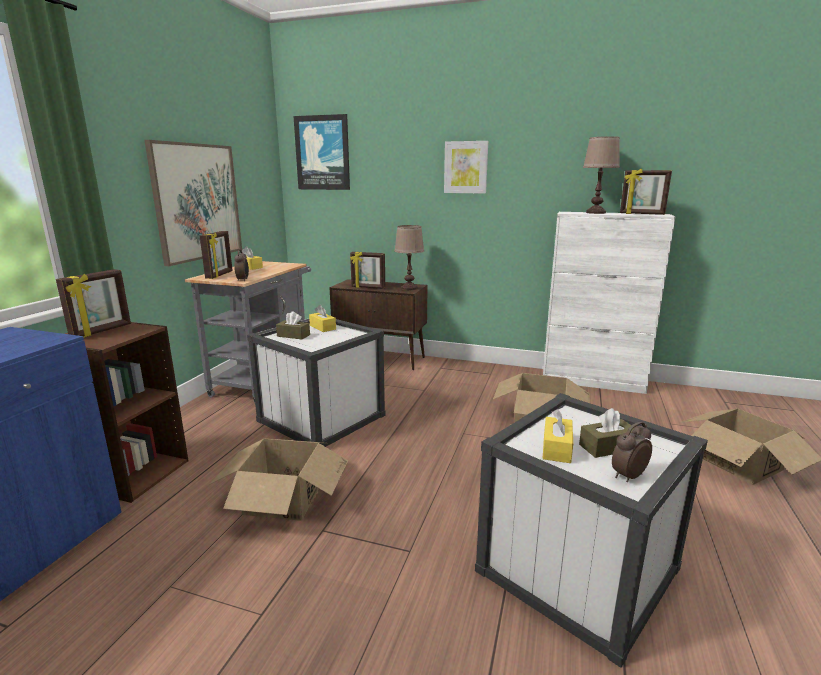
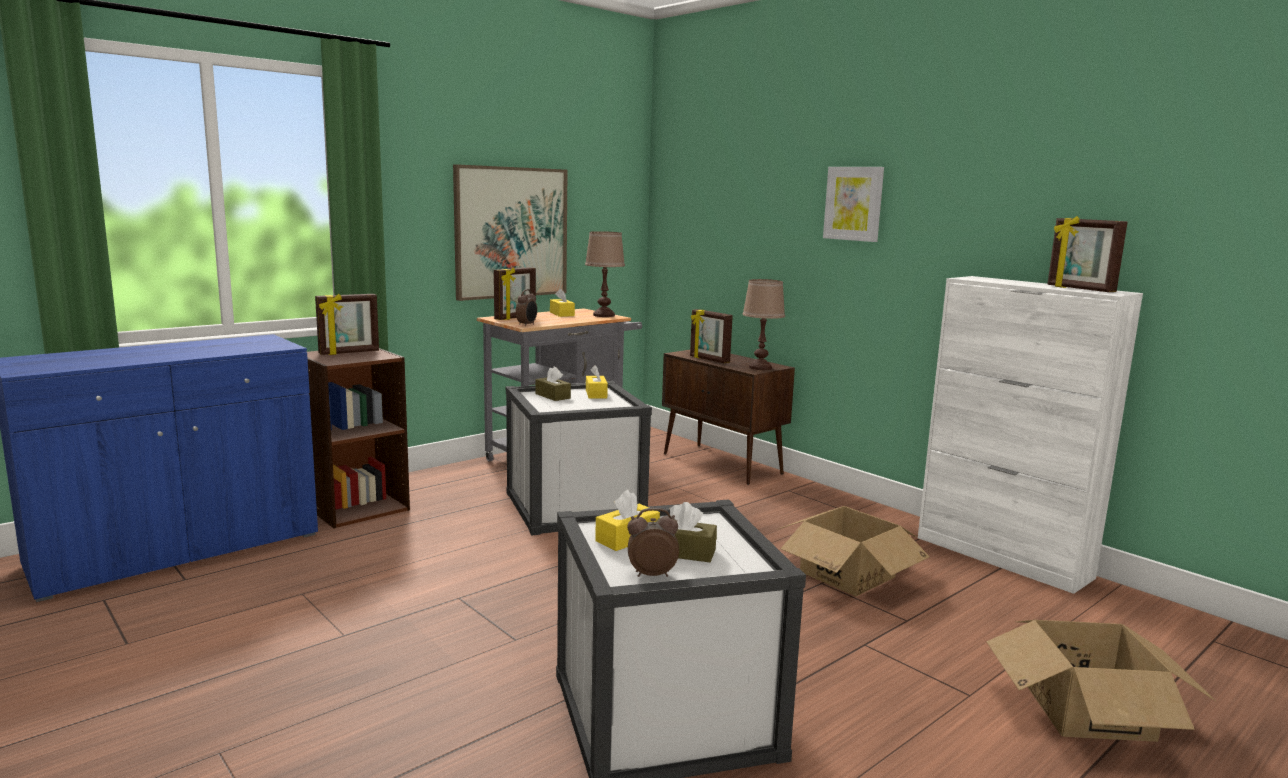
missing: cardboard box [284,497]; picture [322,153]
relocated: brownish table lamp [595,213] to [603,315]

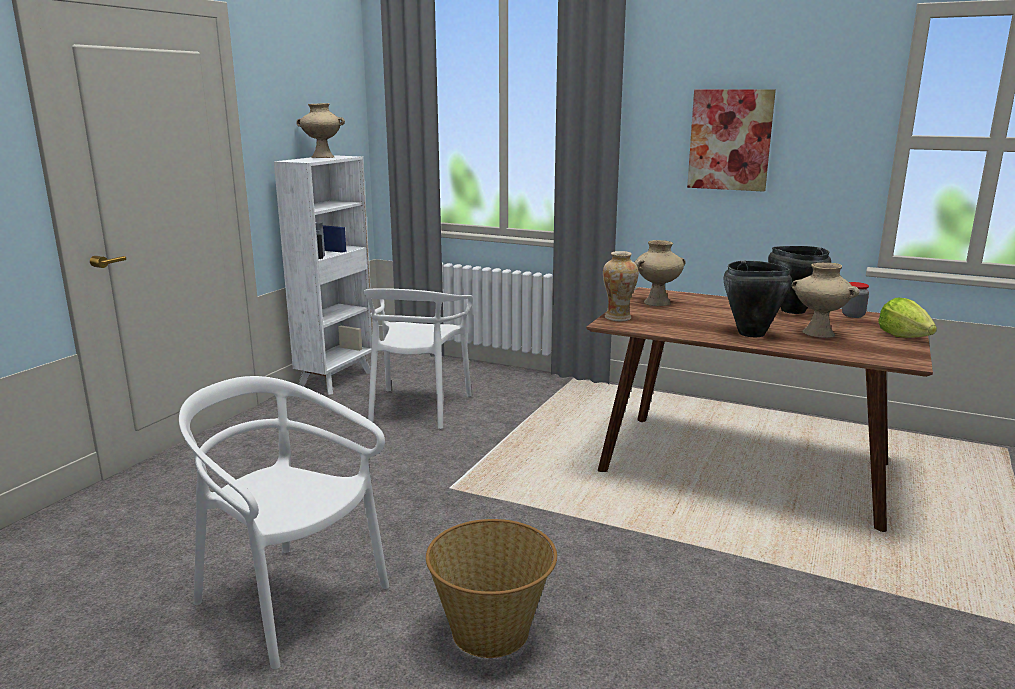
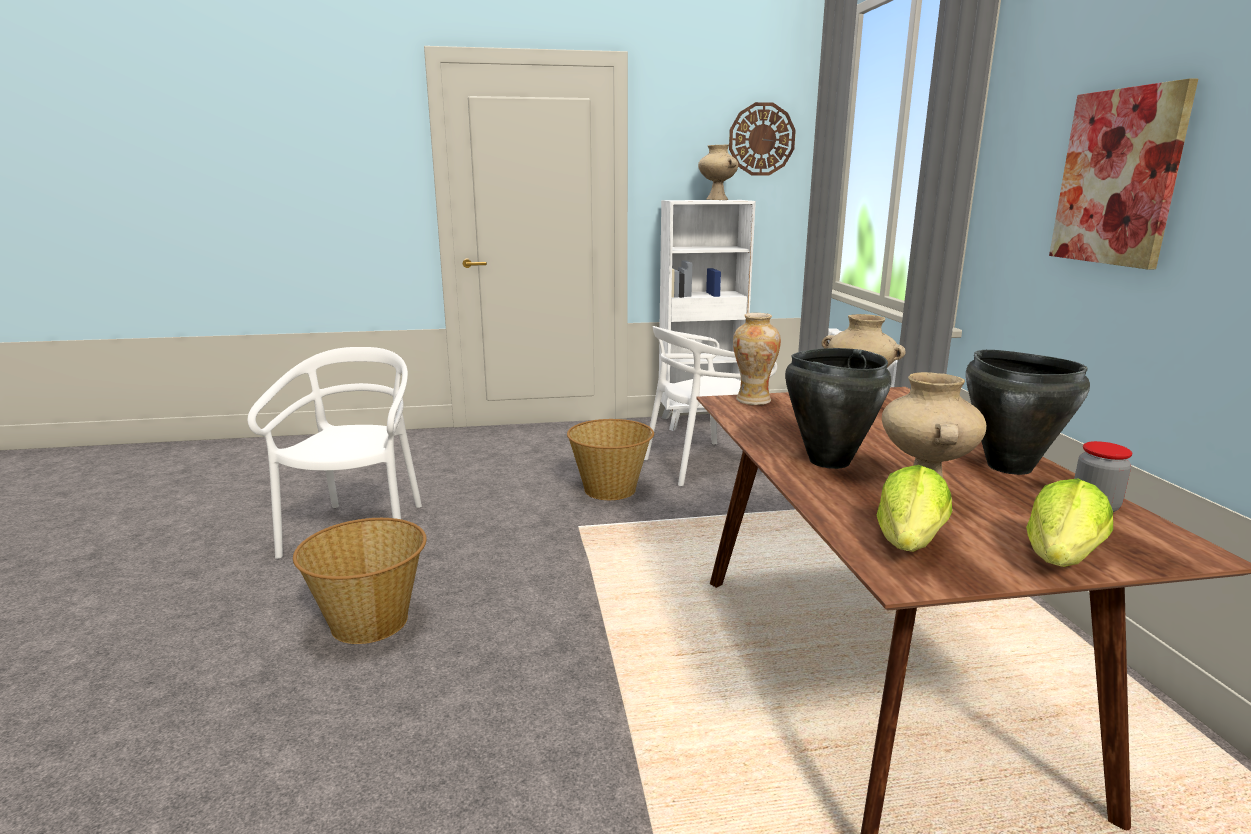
appeared: basket [611,489]; wall clock [761,139]; lettuce [909,543]

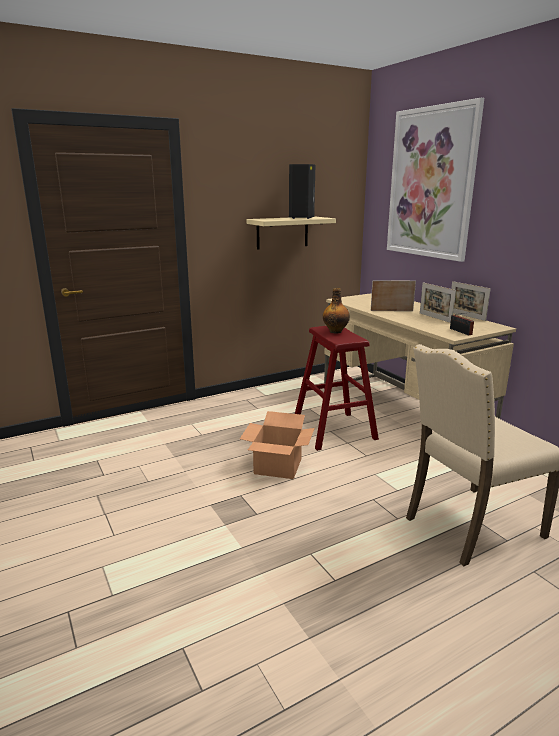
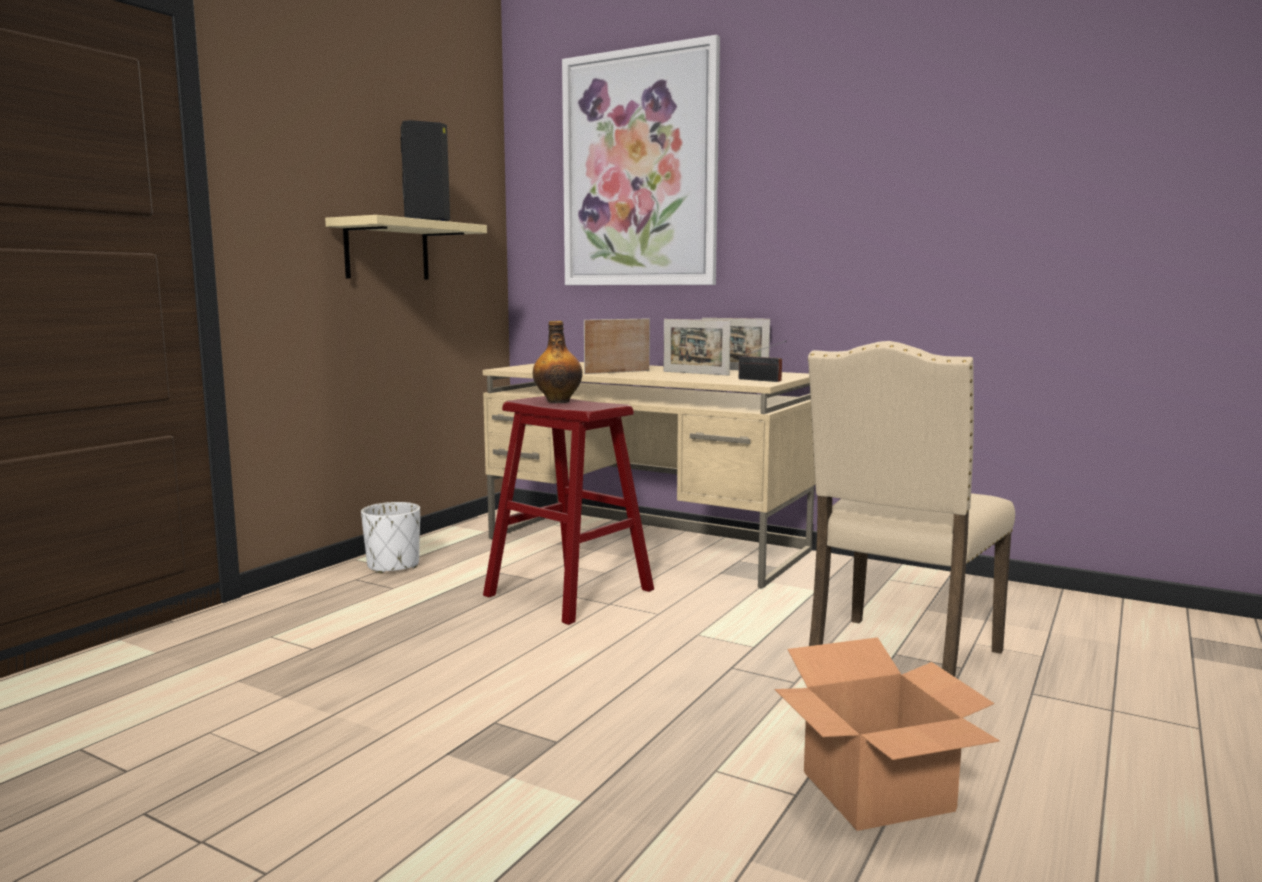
appeared: white-coloured flower pot [393,566]
relocated: cardboard box [278,466] to [878,790]

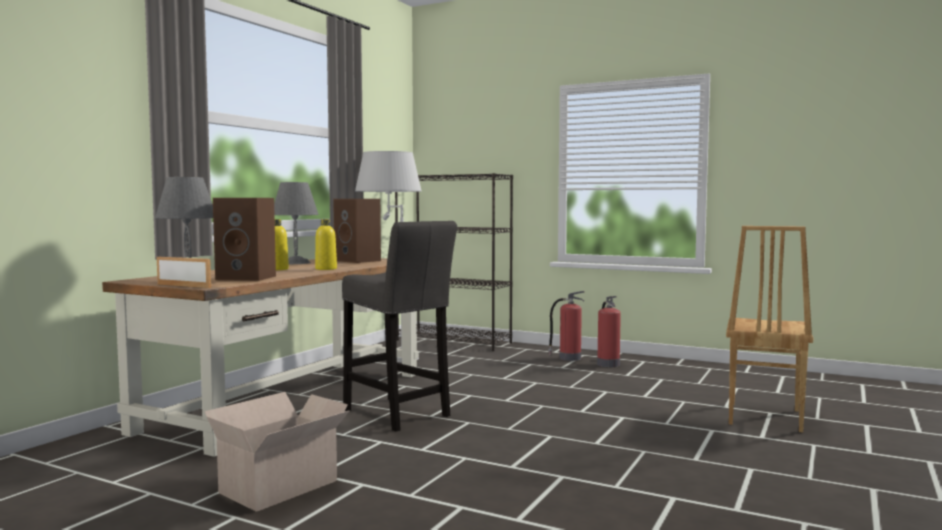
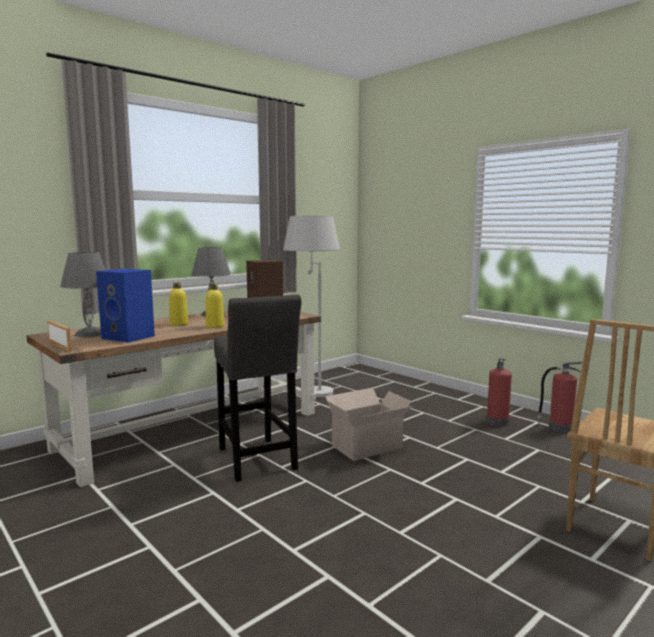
missing: black-coloured bookshelf [454,341]
relocated: cardboard box [282,486] to [369,446]; fire-fighting cylinder [568,358] to [559,428]
colour: brownish loudspeaker [248,278] to bluish loudspeaker [130,337]

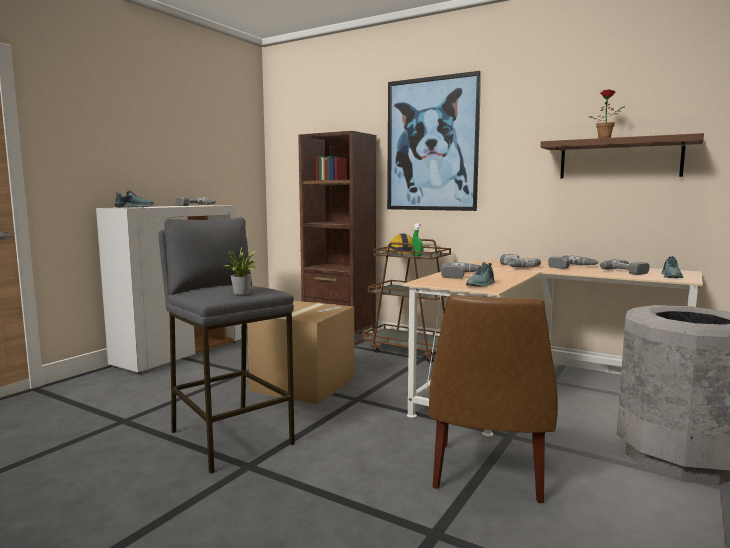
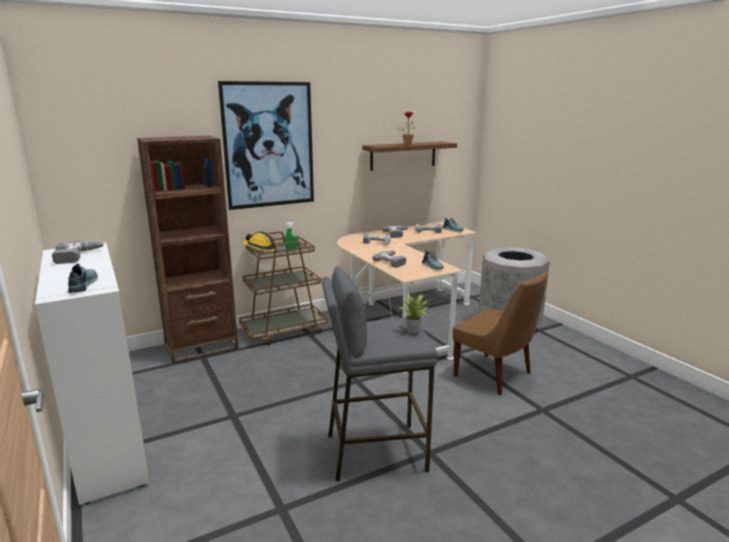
missing: cardboard box [303,384]

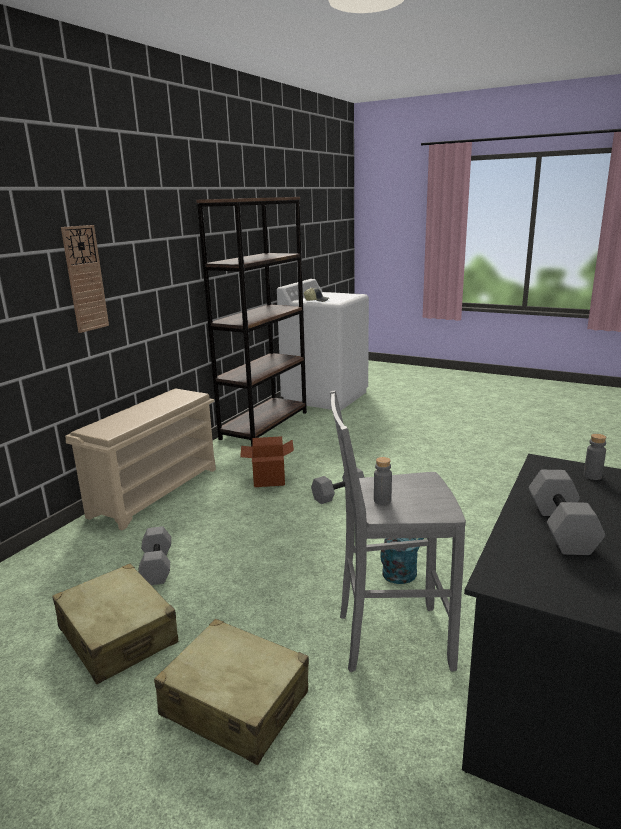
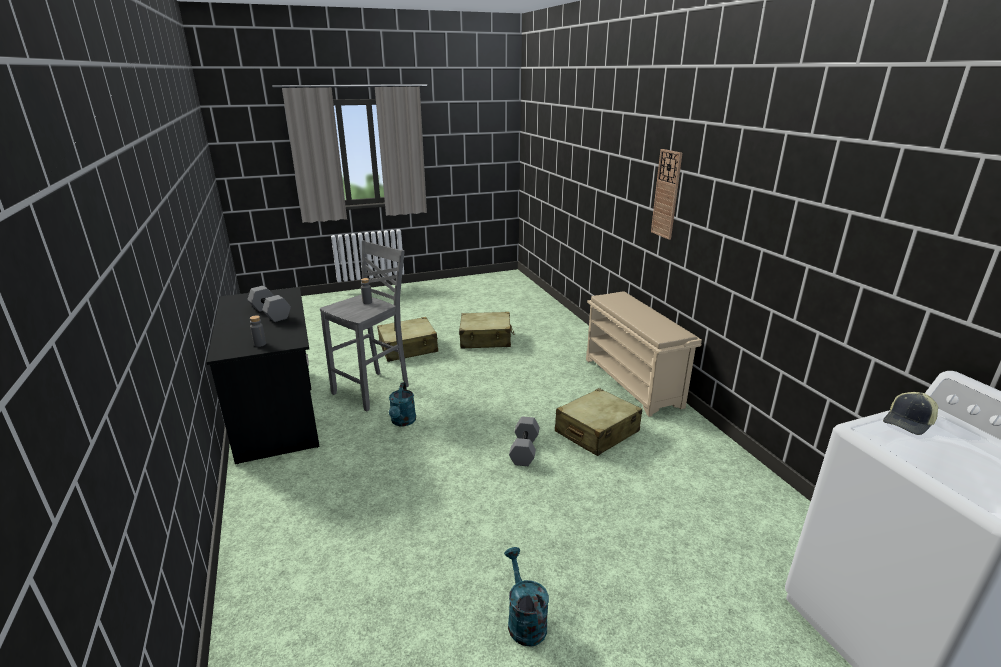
missing: gray hand weight [156,566]; brownish bookshelf [265,425]
appeared: turquoise watering pot [524,619]
exchanged: cardboard box [269,479] to sand-coloured travel case [596,432]

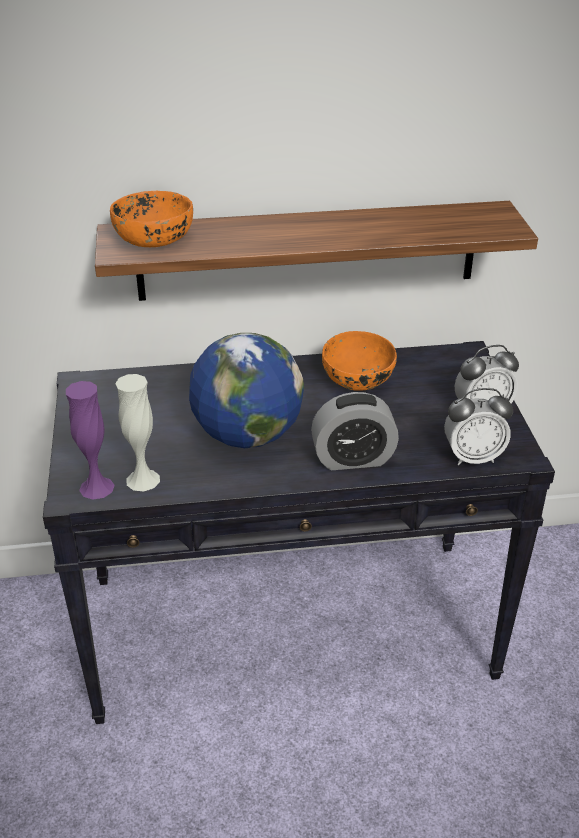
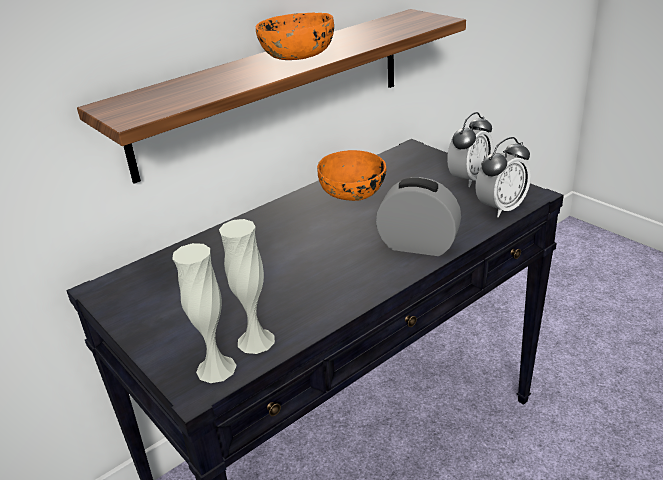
missing: world globe [247,436]
relocated: orangey serving bowl [154,238] to [297,55]
colour: purple-coloured decorative vase [97,487] to white-coloured decorative vase [216,368]
spun: table clock [353,459] = [418,245] 120 degrees counterclockwise

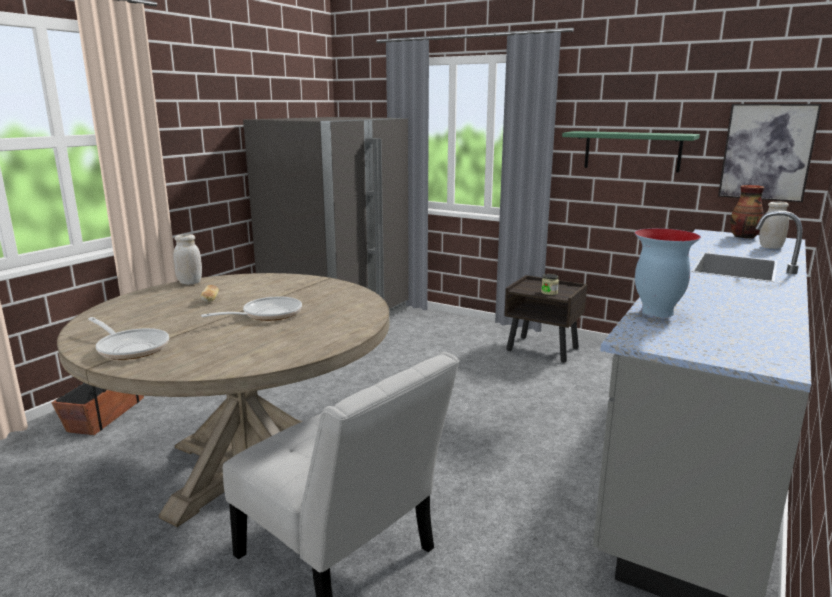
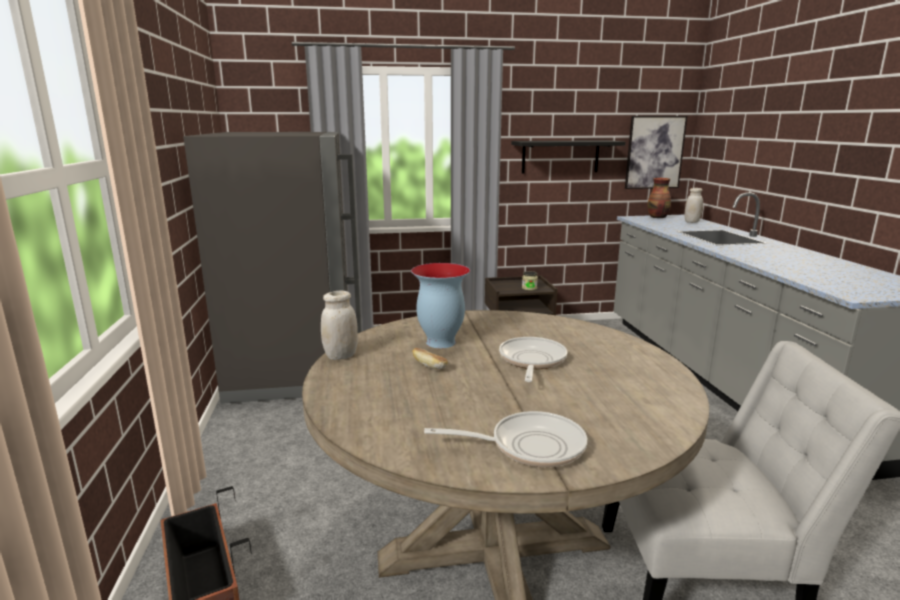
relocated: decorative vase [656,312] to [440,343]
colour: green shelf [632,151] to black-coloured shelf [560,156]

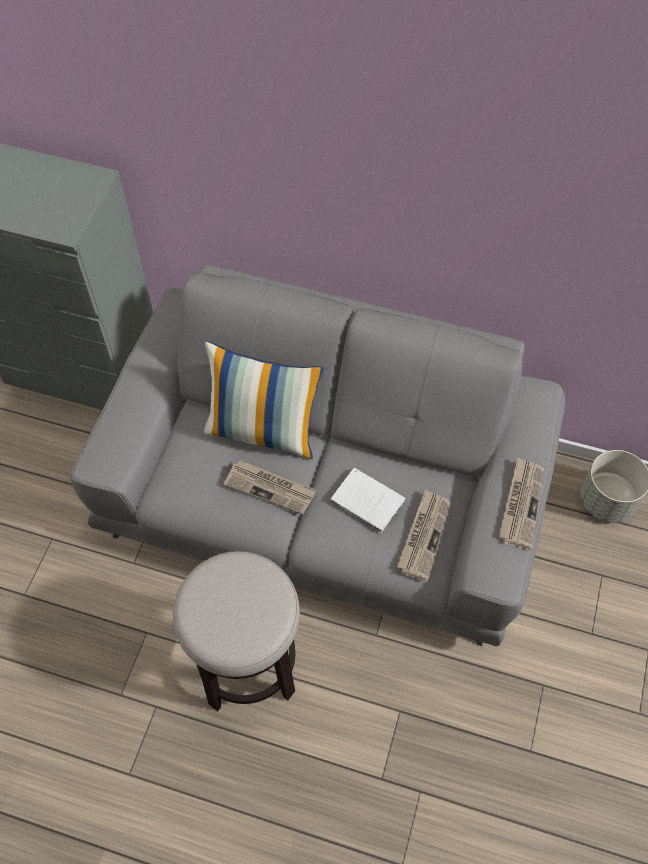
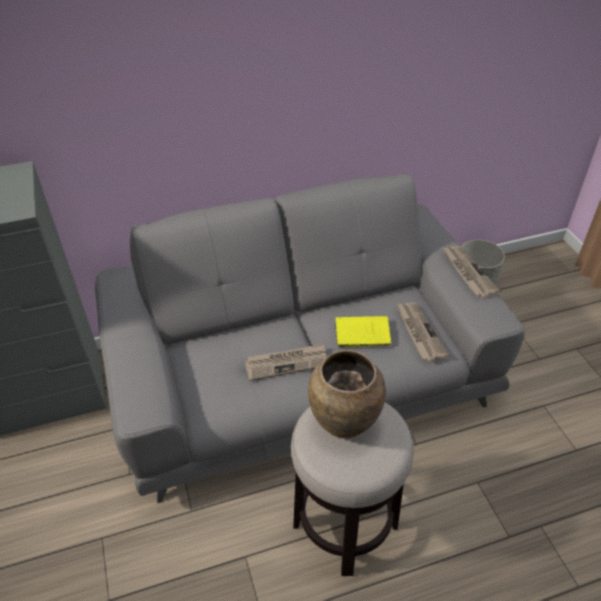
missing: cushion [263,430]
appeared: brownish decorative vase [343,423]
colour: white-coloured book [365,500] to yellow-coloured book [360,333]

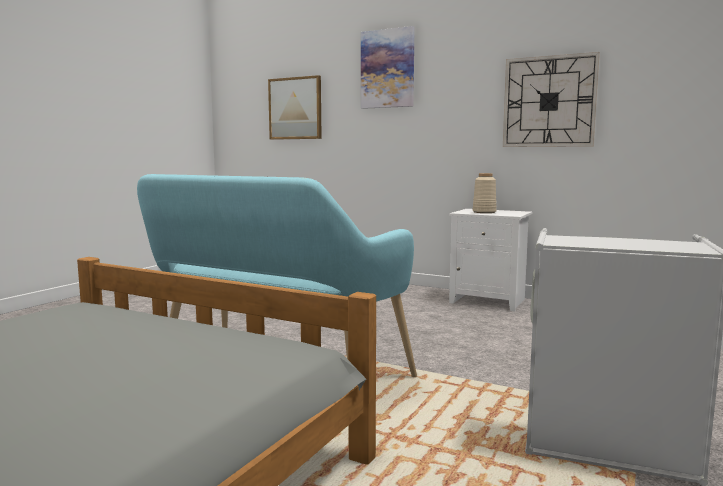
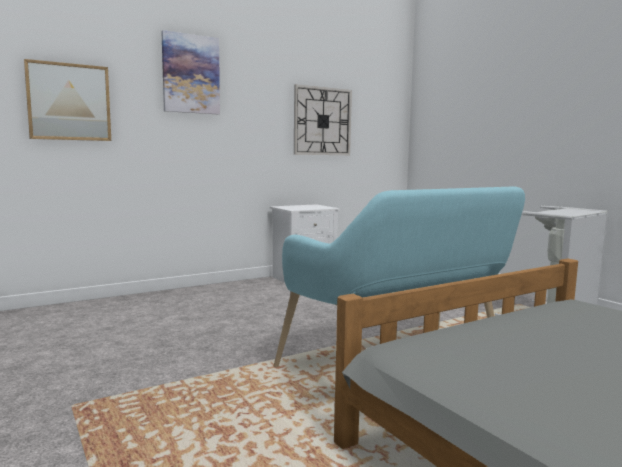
missing: sand-coloured decorative vase [484,212]

